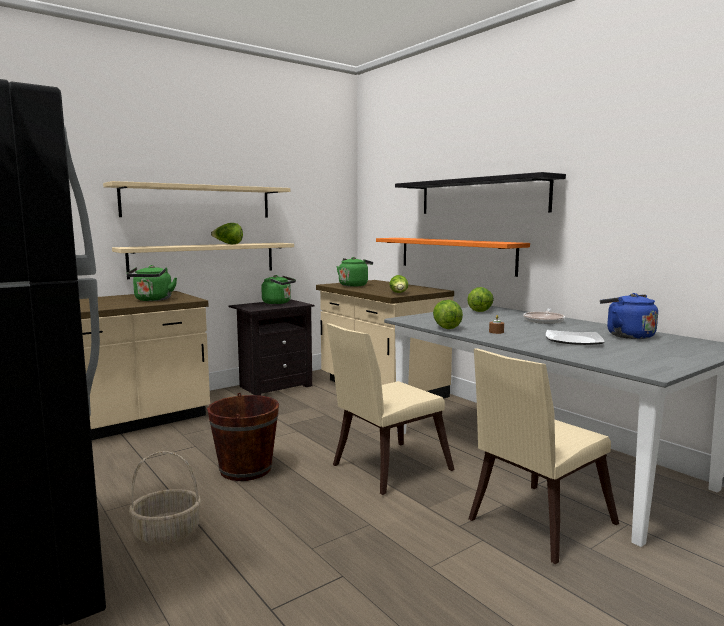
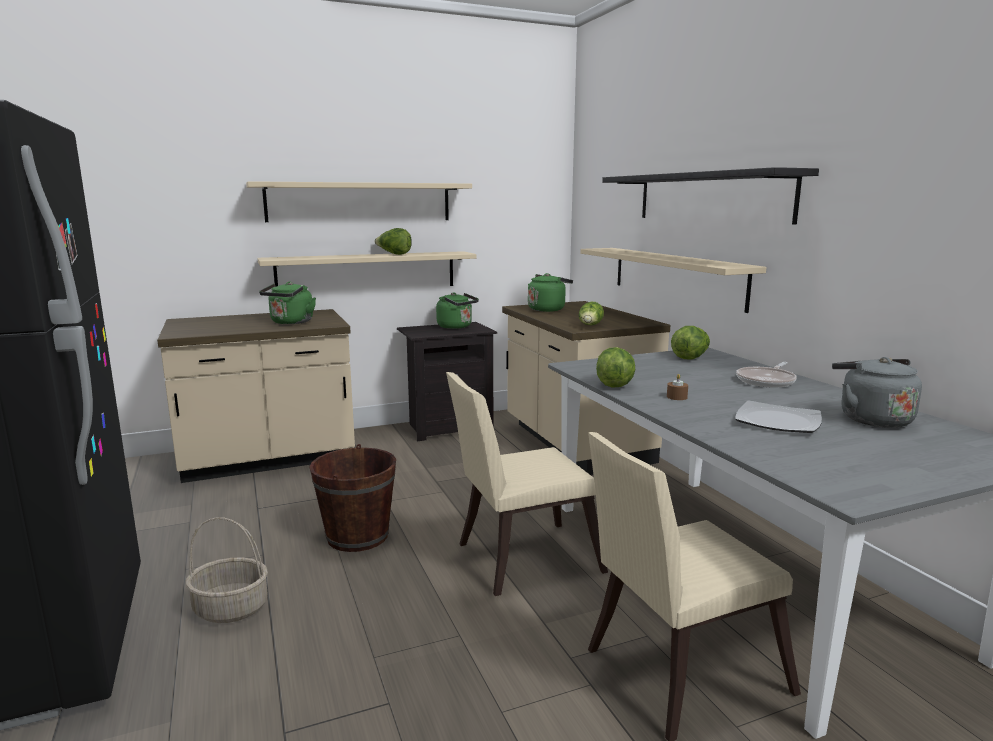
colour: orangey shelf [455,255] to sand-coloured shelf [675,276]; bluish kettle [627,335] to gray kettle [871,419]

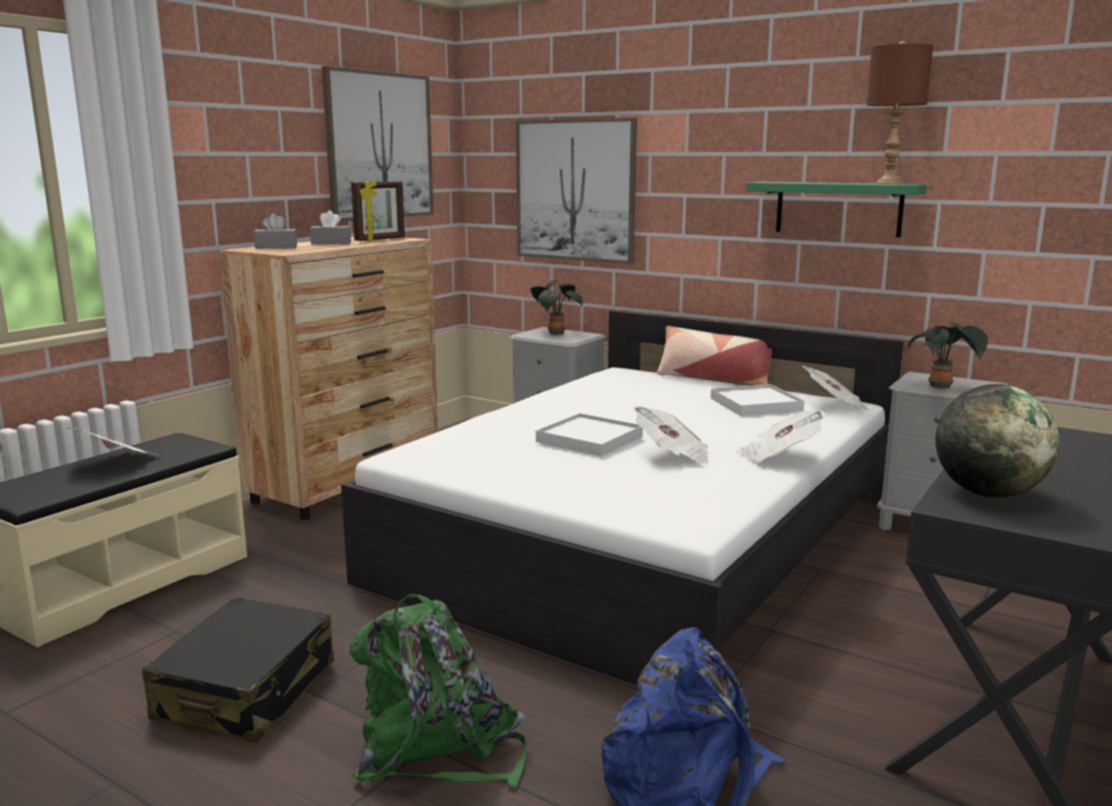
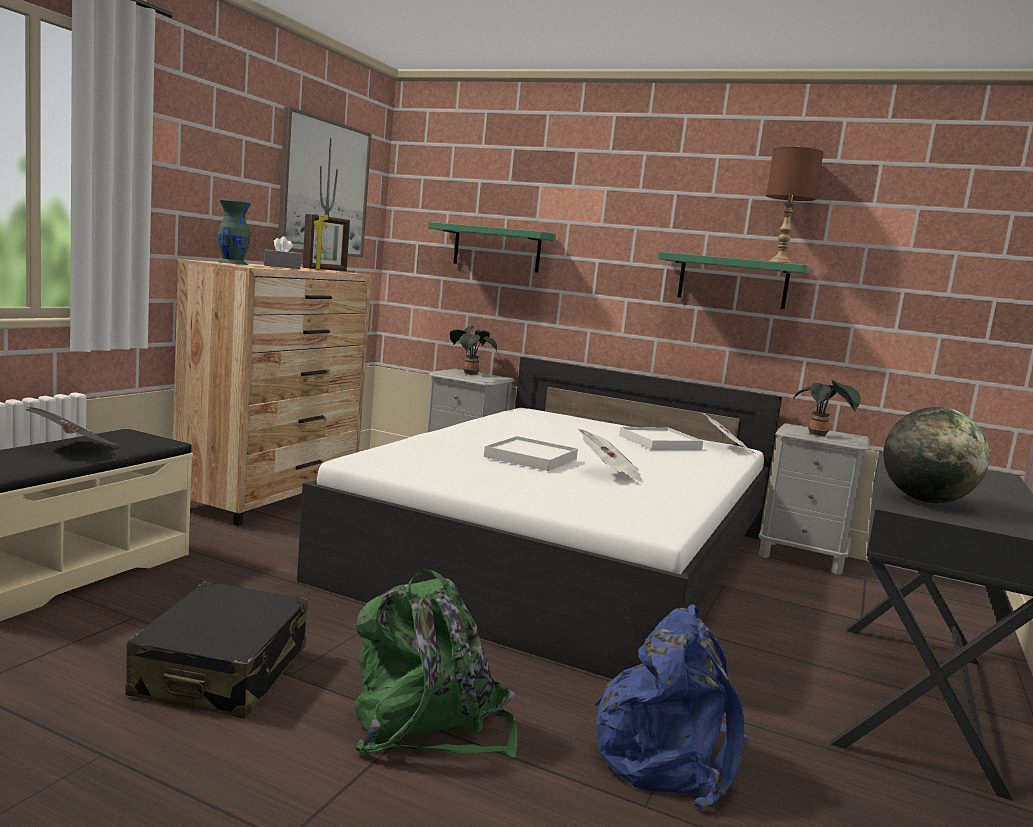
missing: cushion [713,379]; newspaper [778,457]
exchanged: gray tissue box [276,247] to green decorative vase [233,263]; picture [575,190] to green shelf [497,248]

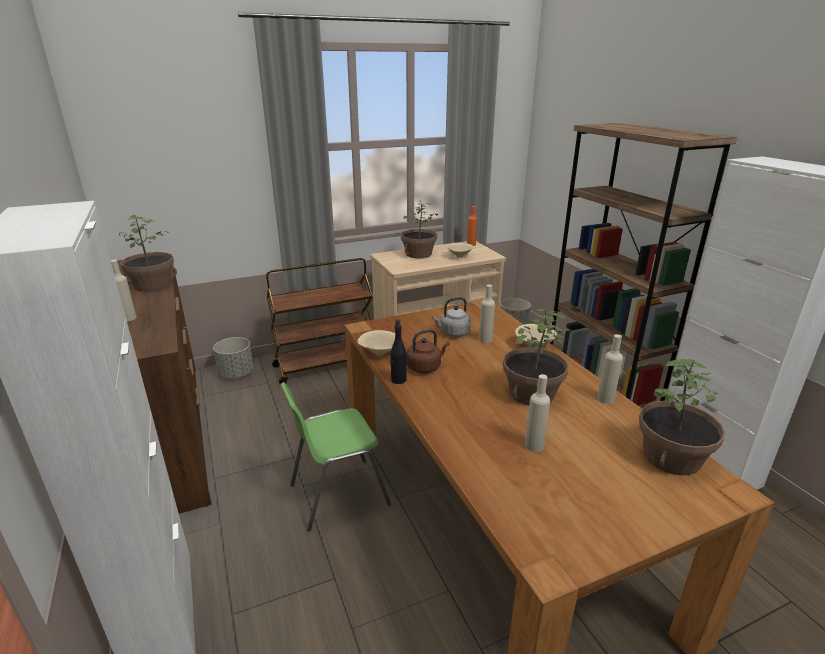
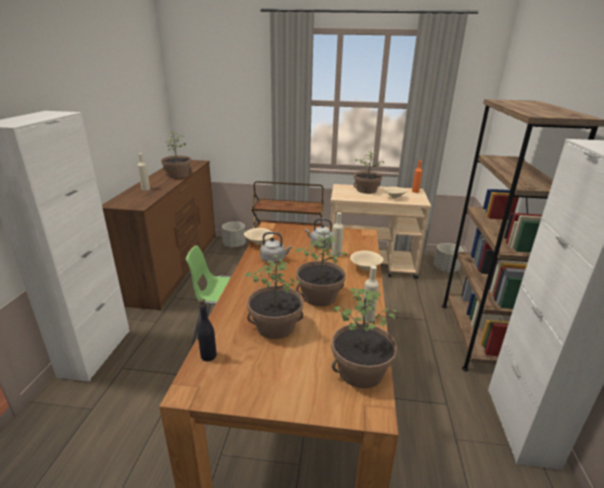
relocated: black-coloured drink bottle [398,380] to [208,356]
exchanged: sand-coloured drink bottle [534,445] to potted plant [275,326]
colour: brownish kettle [425,367] to gray kettle [274,259]

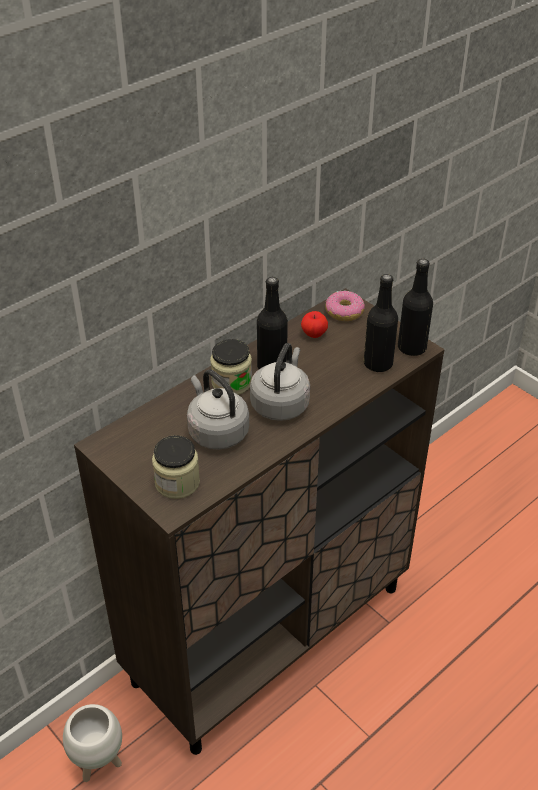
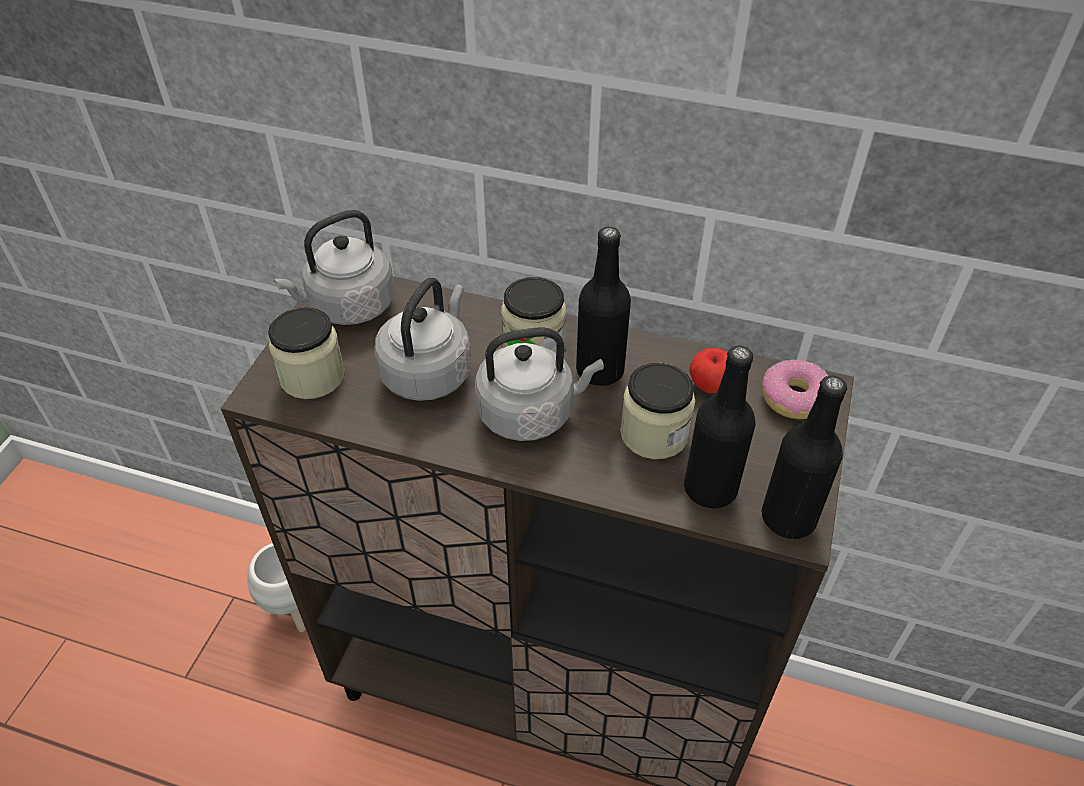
appeared: gray kettle [348,306]; jar [654,434]

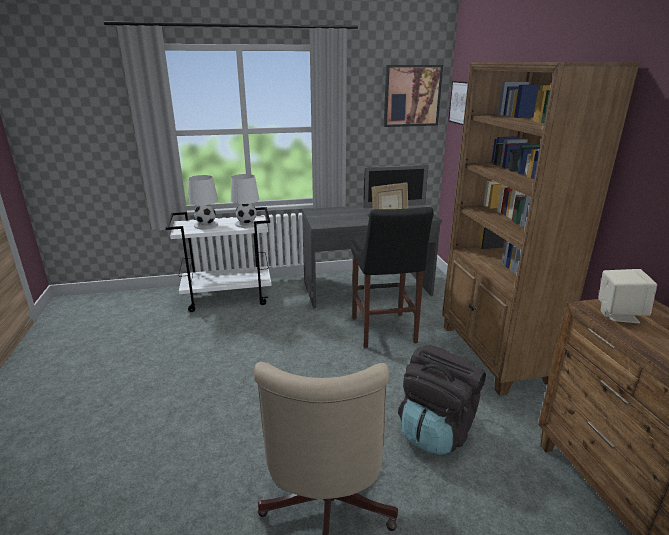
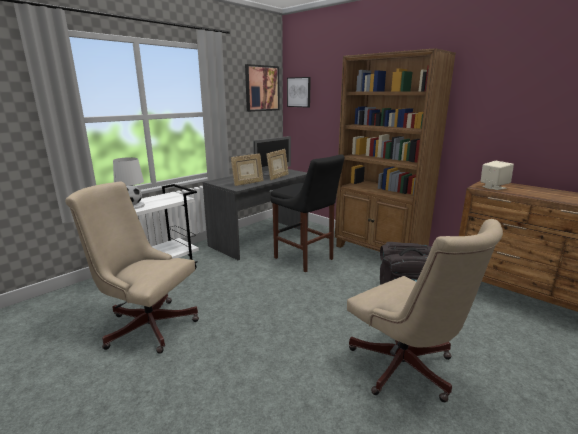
missing: white-coloured table lamp [246,224]
appeared: sand-coloured desk chair [146,324]; photo frame [248,183]

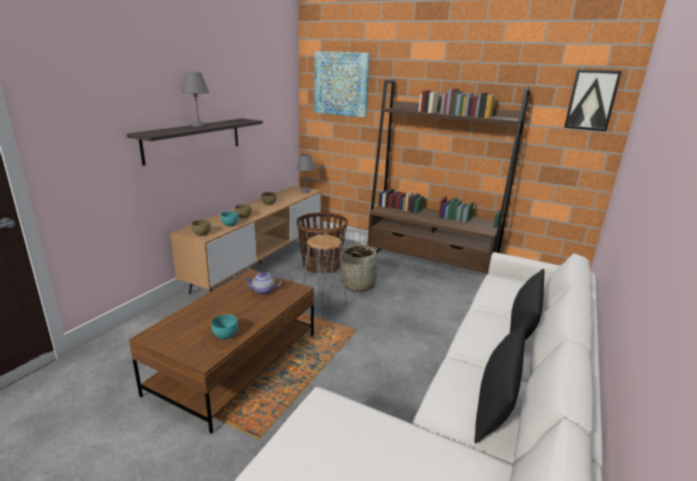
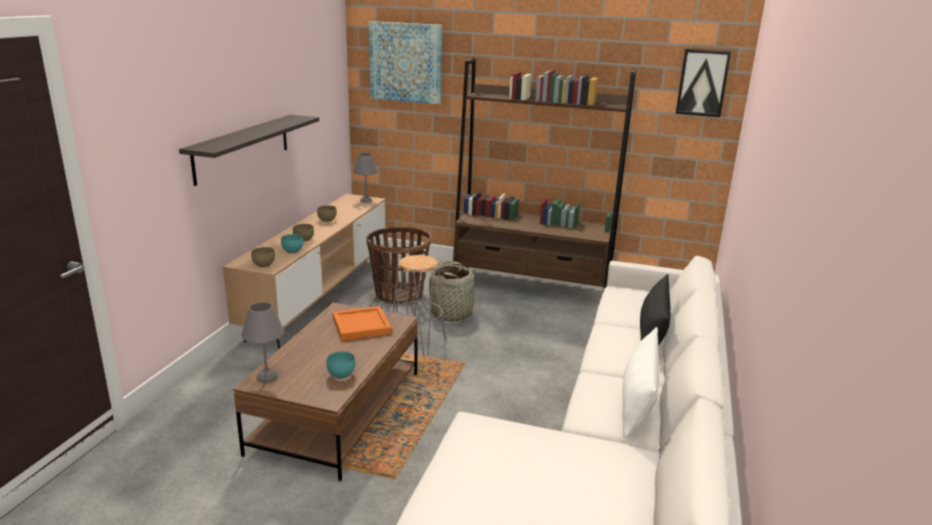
relocated: gray table lamp [199,126] to [267,376]
exchanged: teapot [263,291] to orangey serving tray [360,326]
colour: black-coloured cushion [496,401] to white-coloured cushion [637,403]

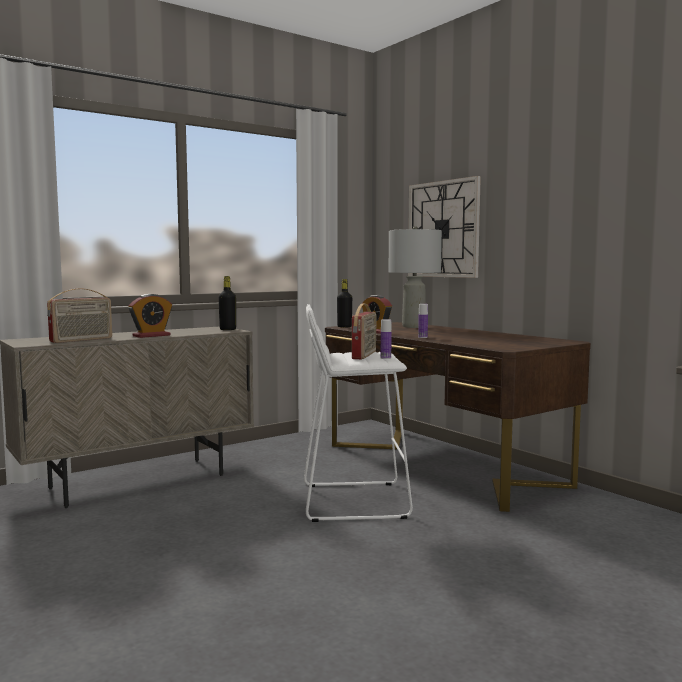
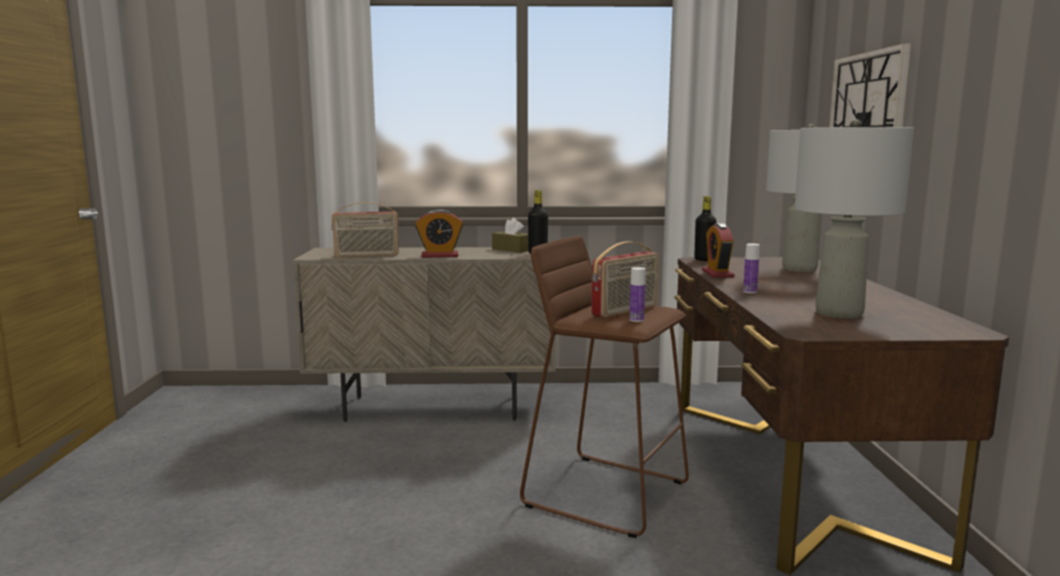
appeared: brownish tissue box [512,249]; gray table lamp [838,313]
colour: white-coloured stool [353,501] to brownish stool [606,493]

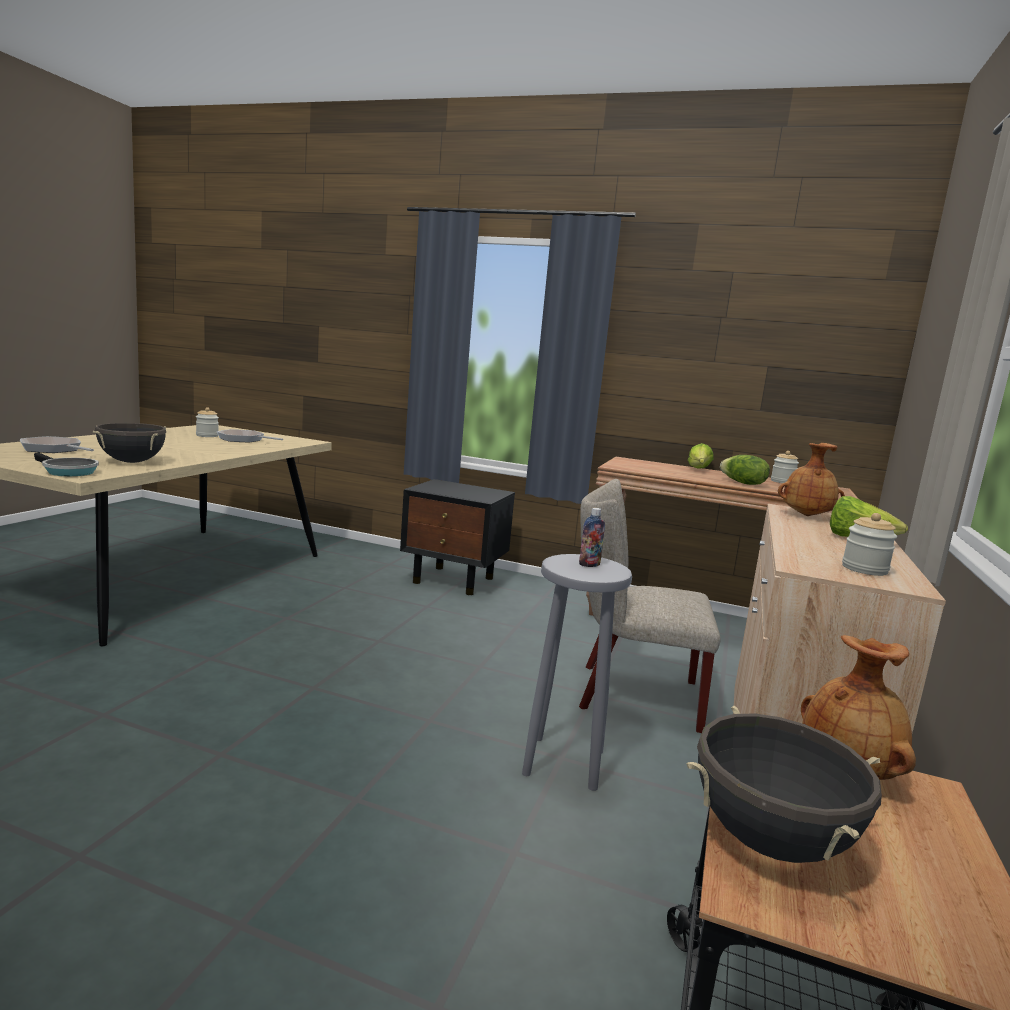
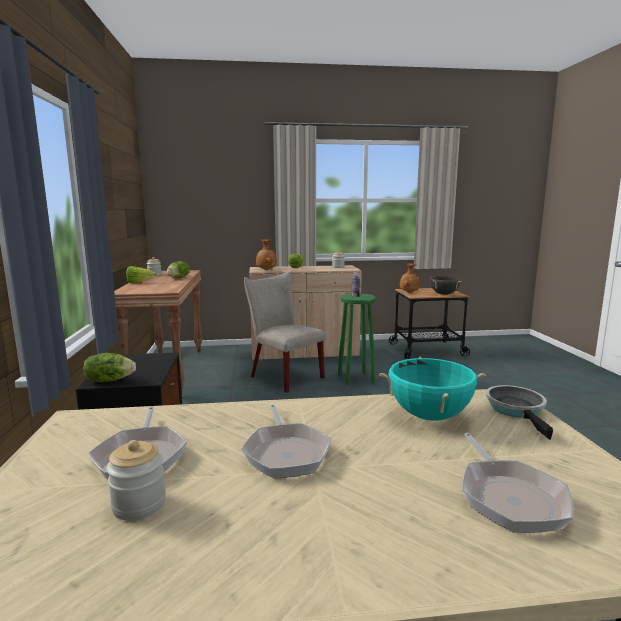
appeared: lettuce [109,380]; pan [286,452]
colour: black-coloured cooking pot [132,462] to turquoise cooking pot [429,416]; gray stool [563,763] to green stool [356,378]
spun: sand-coloured chair [630,694] = [283,376] 150 degrees clockwise

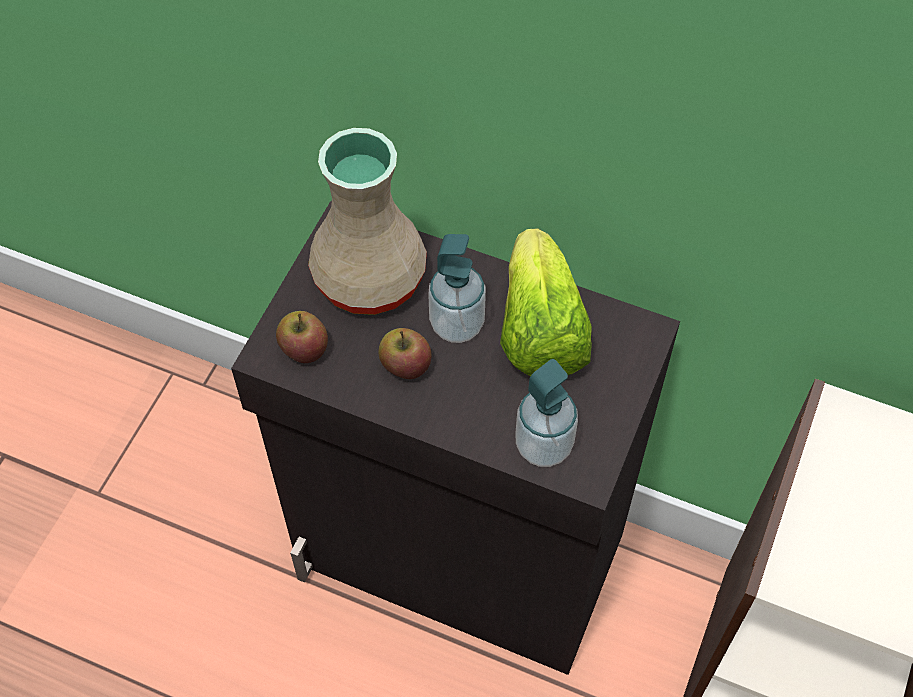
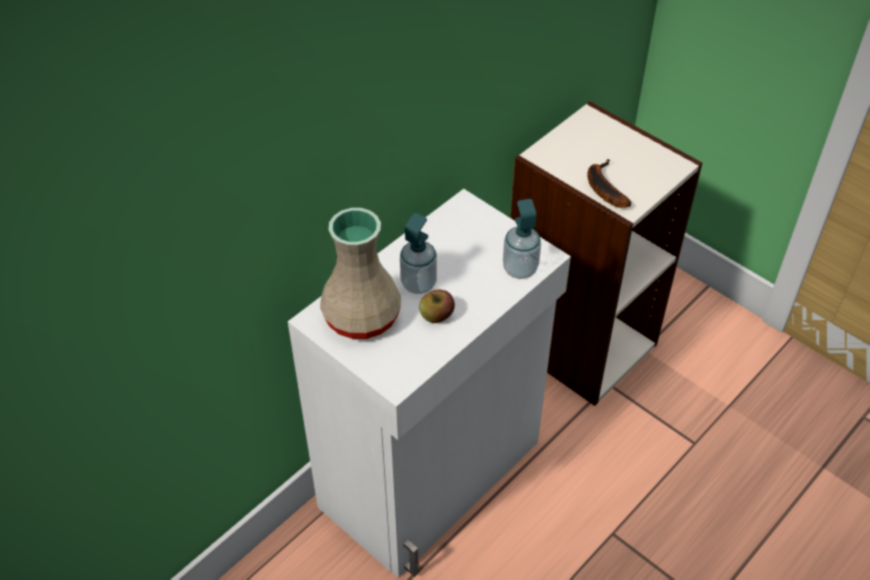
missing: whole apple [304,349]; lettuce [540,331]
appeared: banana fruit [603,188]
colour: black-coloured cabinet [460,555] to white-coloured cabinet [434,475]

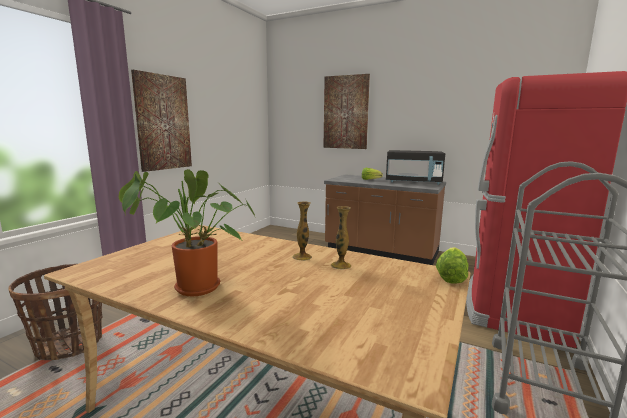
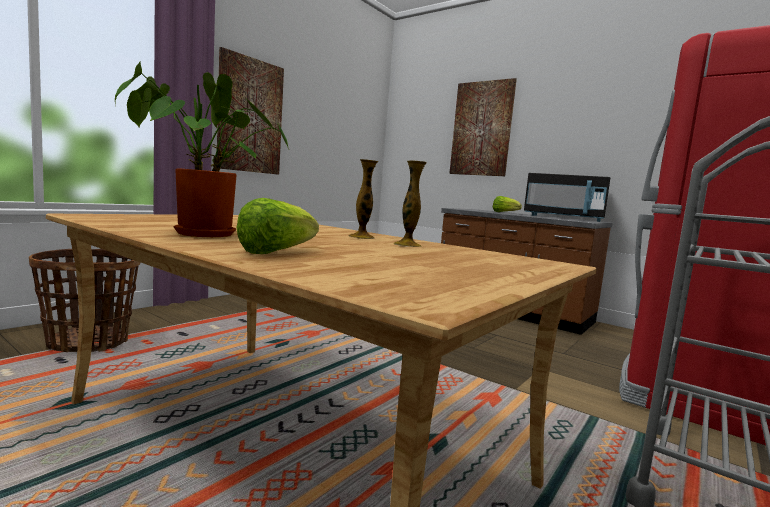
relocated: lettuce [451,276] to [276,252]

